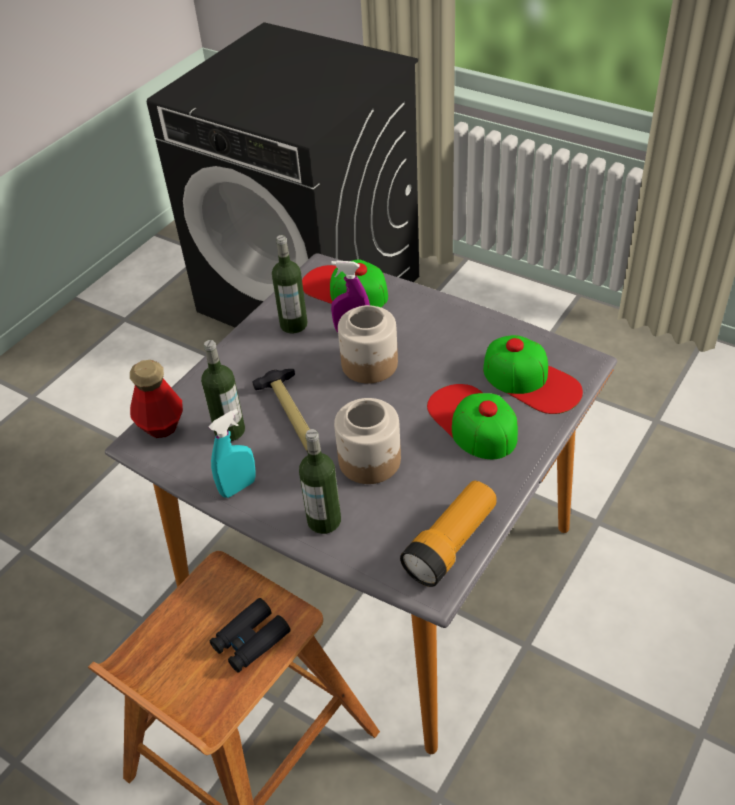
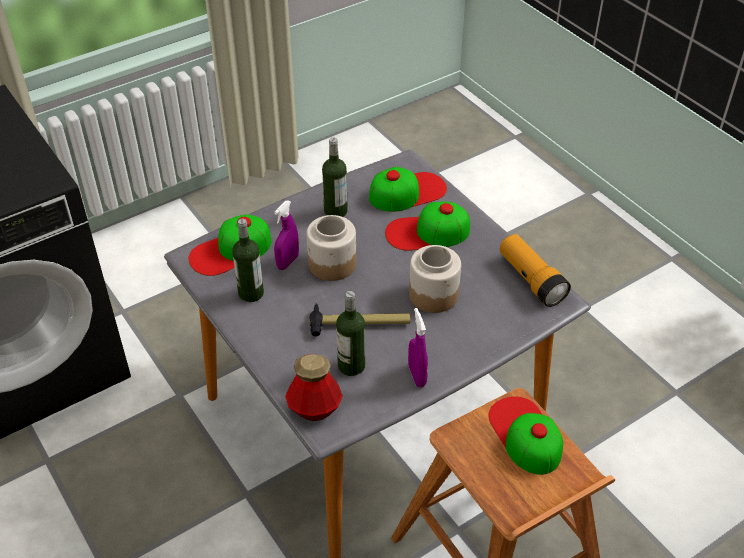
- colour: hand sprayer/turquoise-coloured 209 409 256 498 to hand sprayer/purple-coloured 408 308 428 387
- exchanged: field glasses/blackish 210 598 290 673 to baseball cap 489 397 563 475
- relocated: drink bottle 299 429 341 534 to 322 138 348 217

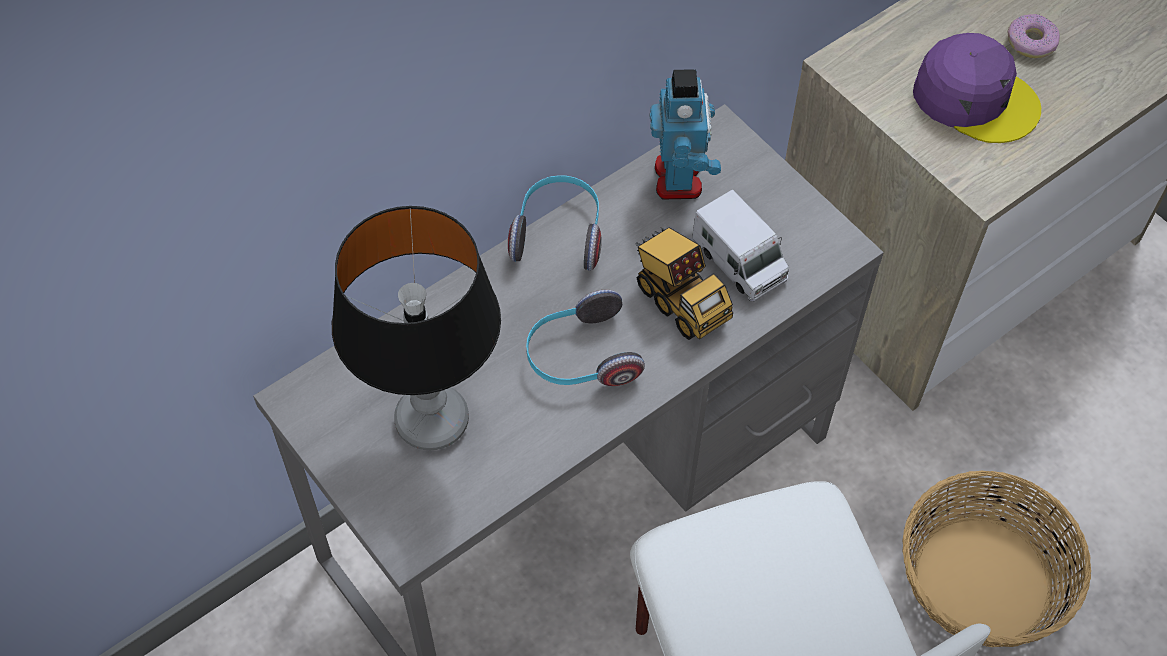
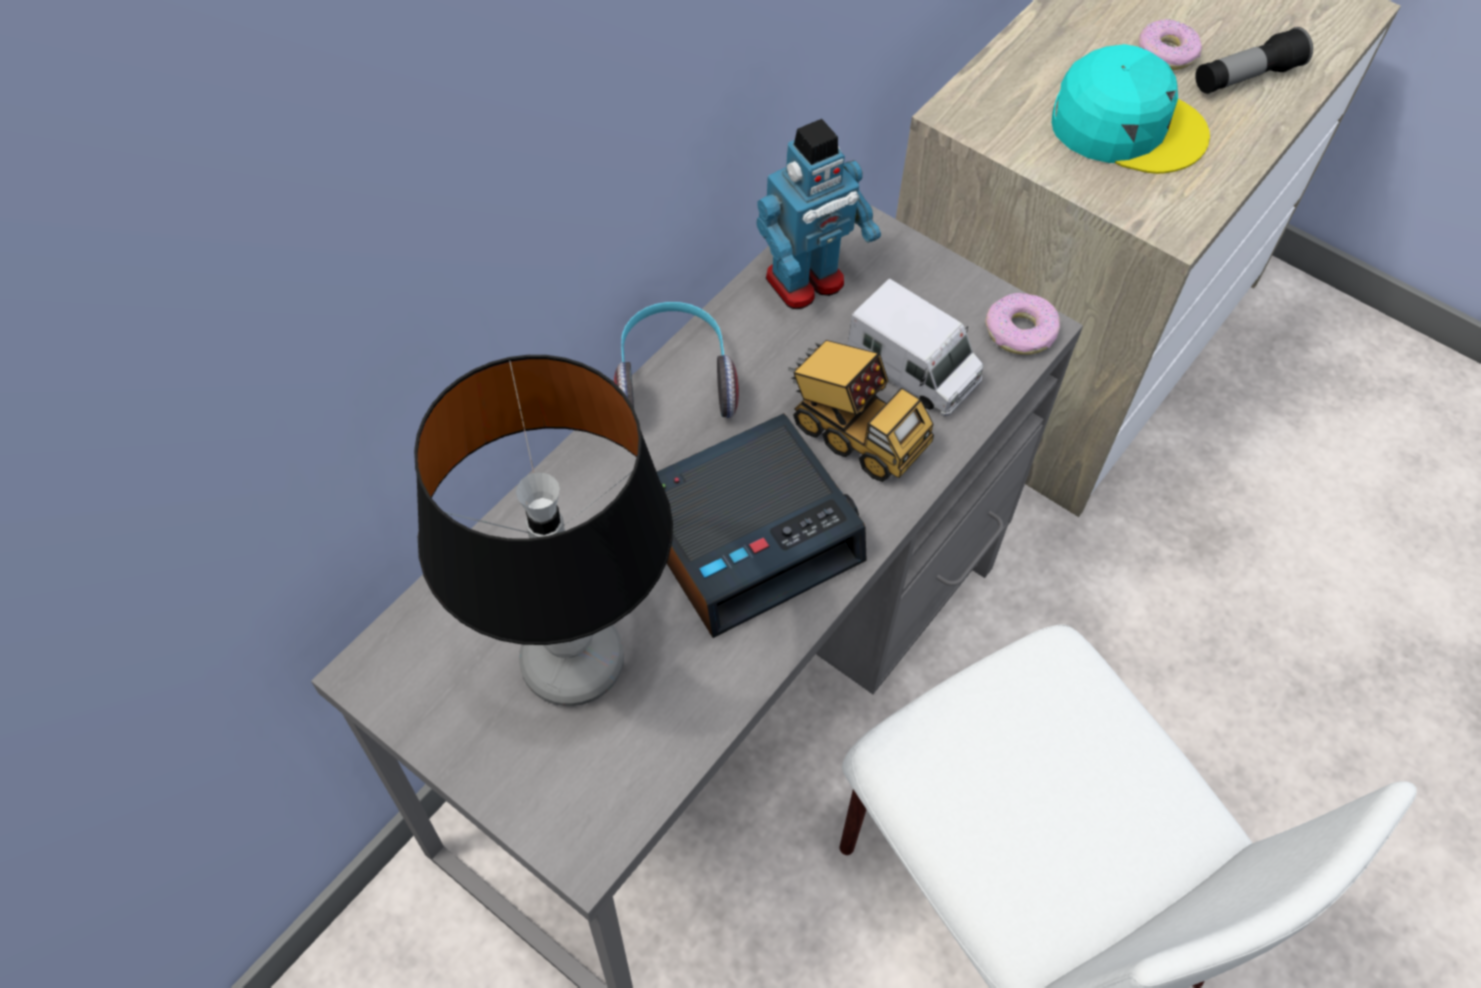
- exchanged: headphones 526 290 645 386 to bedside clock 657 413 867 638
- spun: model robot 650 69 721 200 = 756 119 881 309 75 degrees clockwise
- missing: basket 902 471 1091 647
- colour: baseball cap/purple-coloured 913 33 1041 143 to baseball cap/turquoise-coloured 1052 44 1210 174
- appeared: donut 985 292 1060 355
- appeared: hand torch 1195 27 1313 94

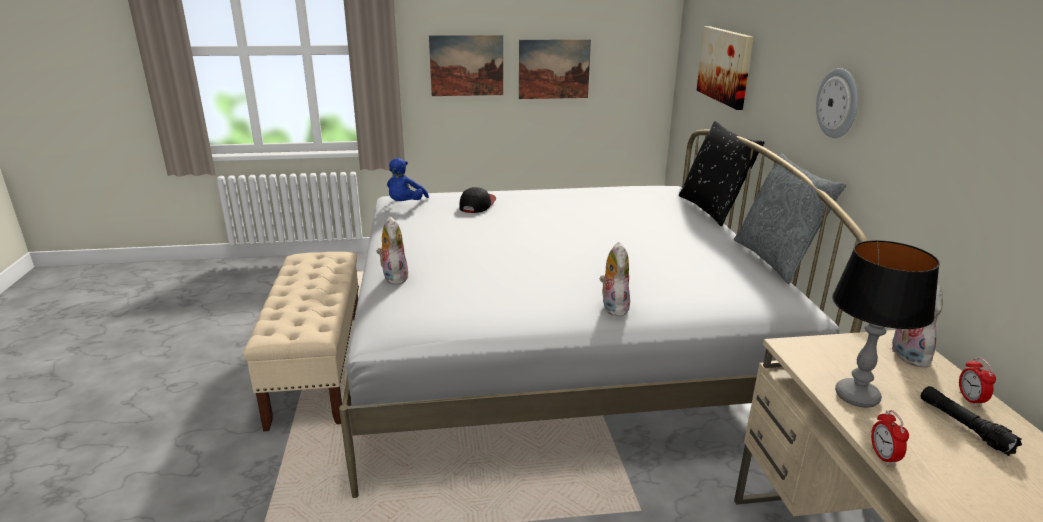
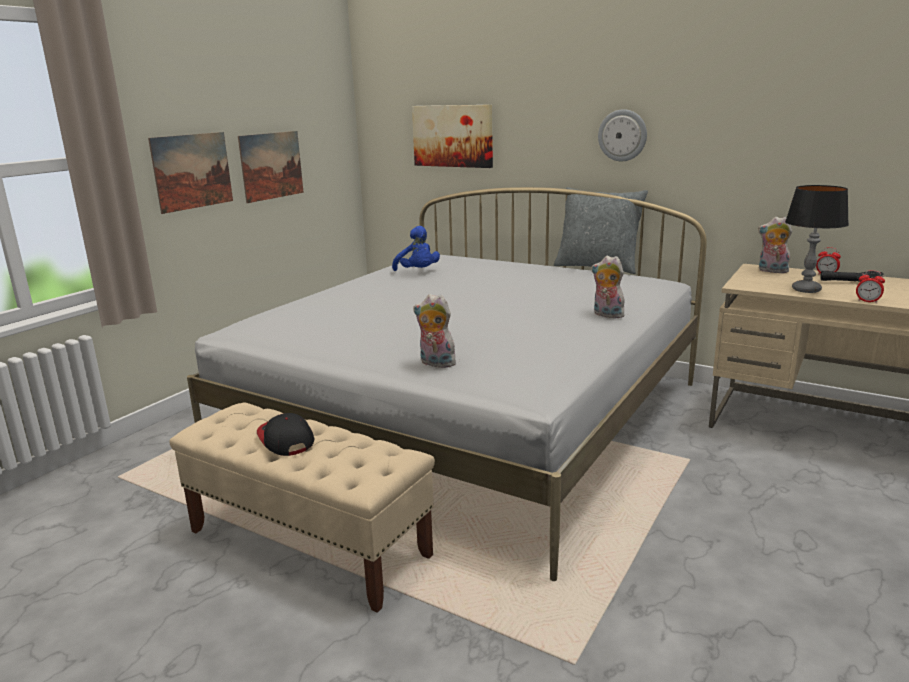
- relocated: plush toy/blue 387 158 429 201 to 392 226 440 271
- relocated: baseball cap 459 187 496 213 to 257 413 314 456
- missing: throw pillow/blackish 679 121 764 226

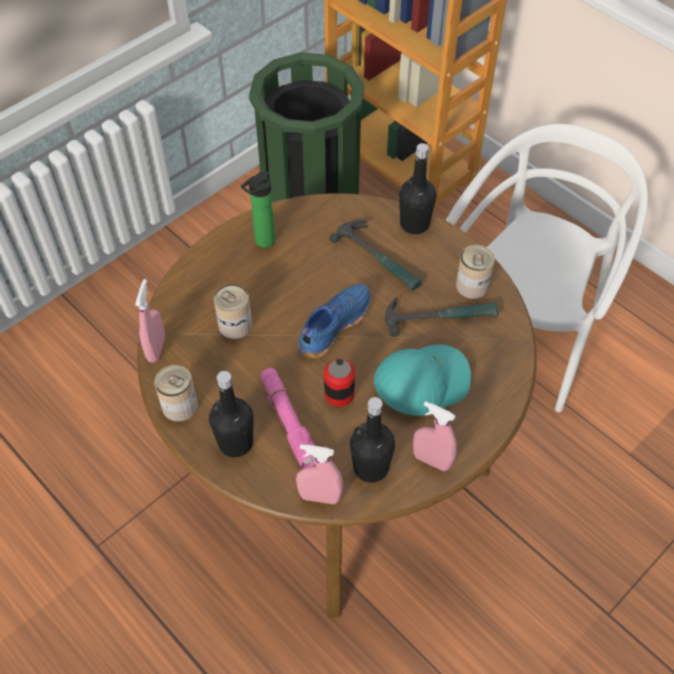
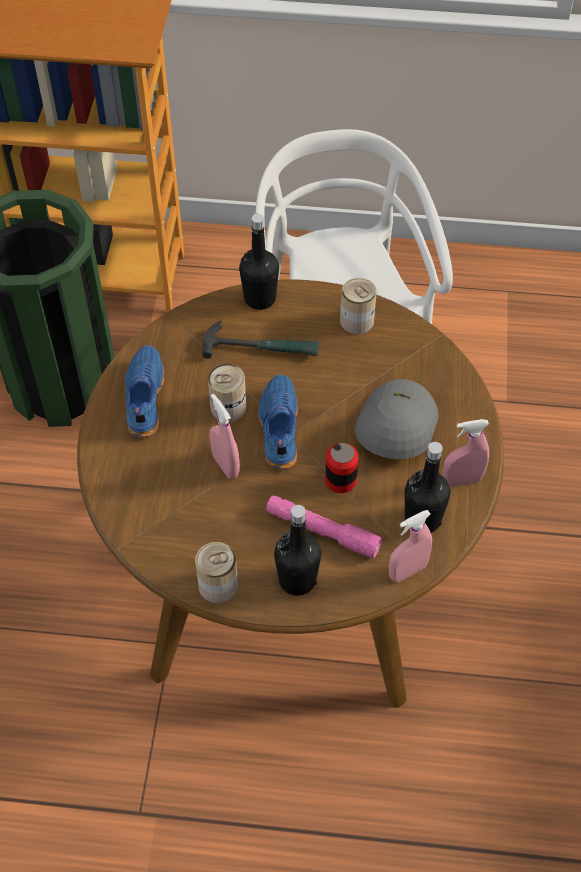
- relocated: hand sprayer/pink-coloured 135 279 165 363 to 210 394 240 479
- relocated: can 214 284 252 339 to 208 364 246 422
- exchanged: drink bottle 241 172 275 248 to low shoe/blue 125 345 164 437
- colour: baseball cap/turquoise-coloured 374 344 471 416 to baseball cap/gray 355 379 438 459
- missing: tool hammer 385 297 498 337

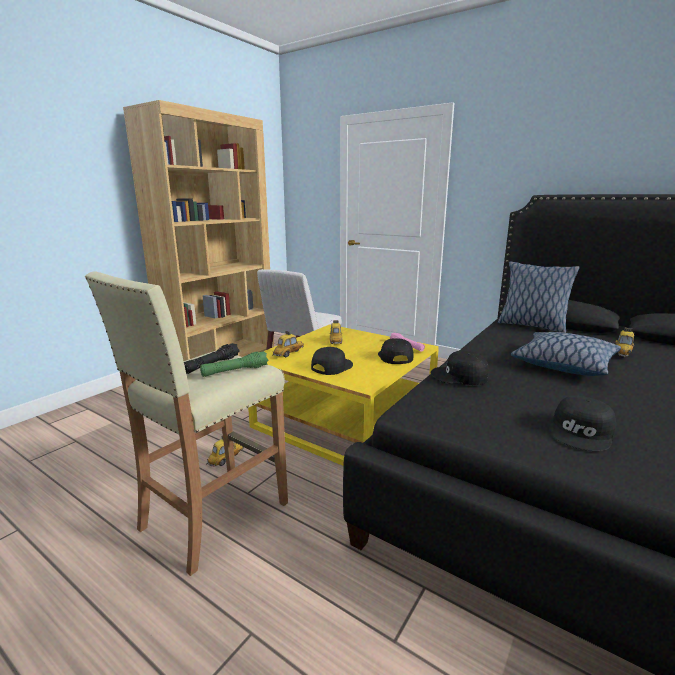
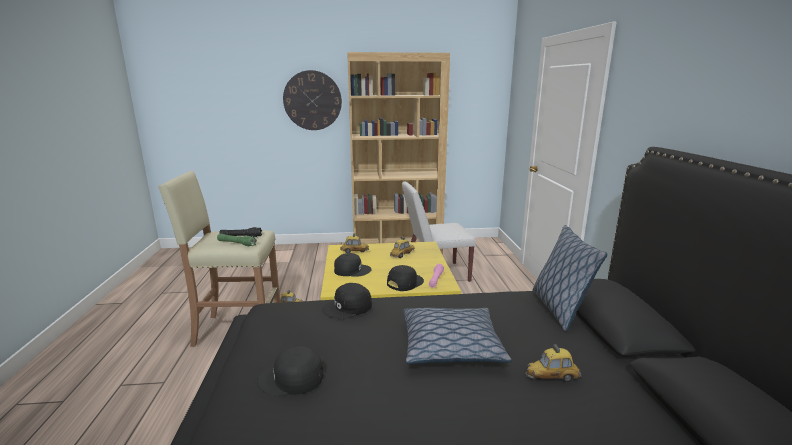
- spun: baseball cap/blackish 431 351 489 385 = 322 283 372 319 90 degrees counterclockwise
- appeared: hanging clock 283 70 342 130

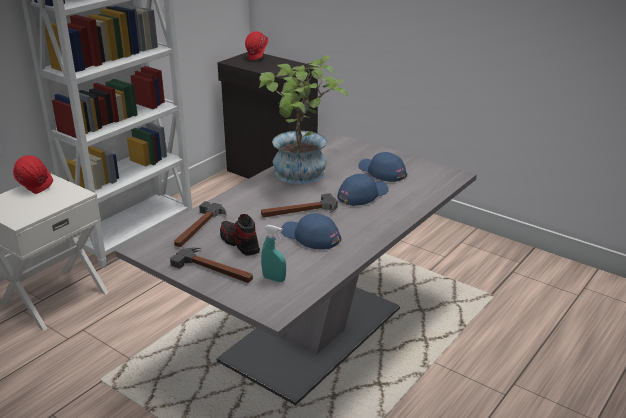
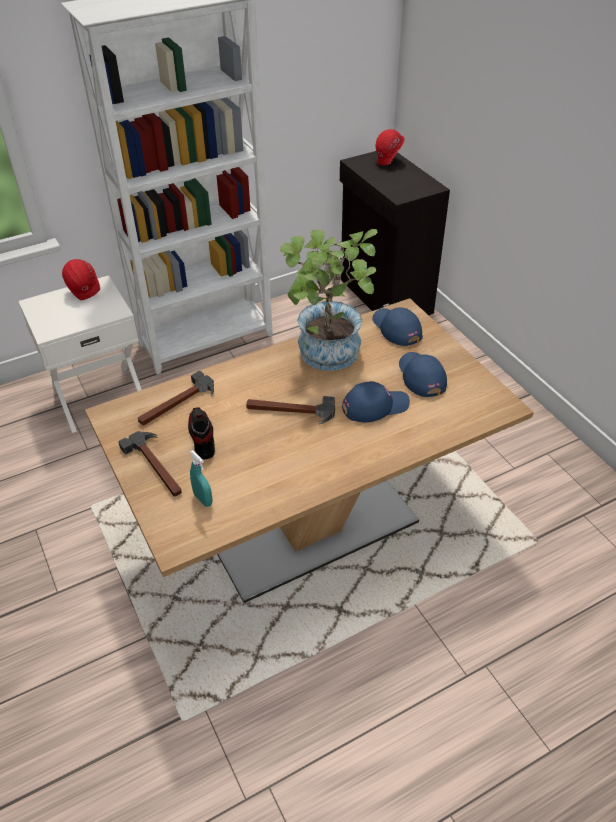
- colour: dining table/gray 115 133 477 405 to dining table/brown 85 298 534 603
- relocated: baseball cap/blue 281 213 341 249 to 372 307 423 346

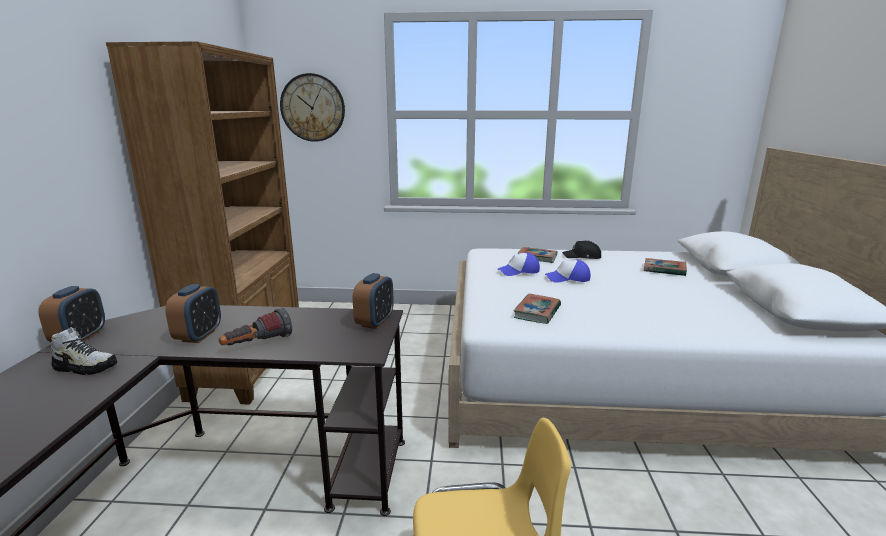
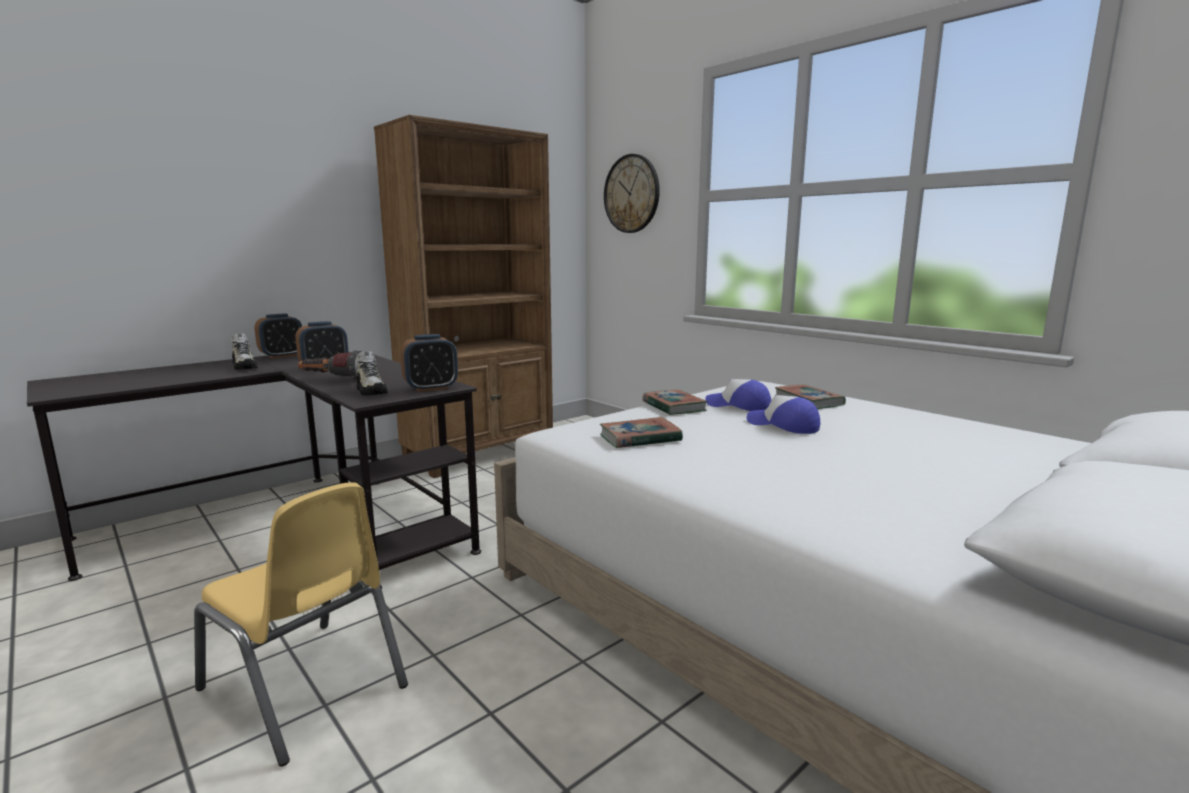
- missing: baseball cap/blackish 562 241 601 259
- relocated: bound book 644 258 687 276 to 642 390 708 415
- appeared: low shoe 356 351 388 396

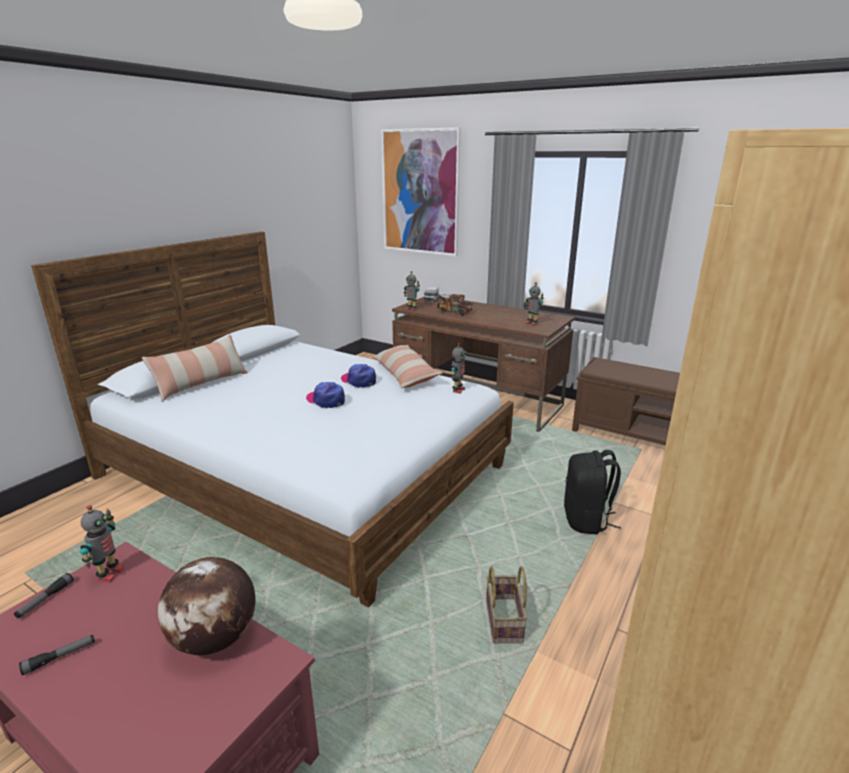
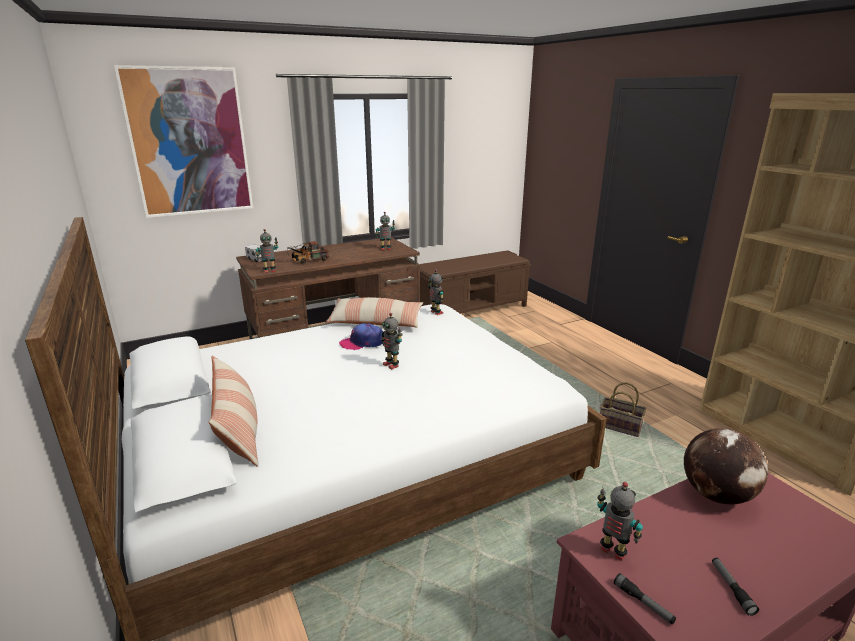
- exchanged: baseball cap 306 382 345 408 to model robot 381 313 403 370
- missing: backpack/blackish 564 450 621 534

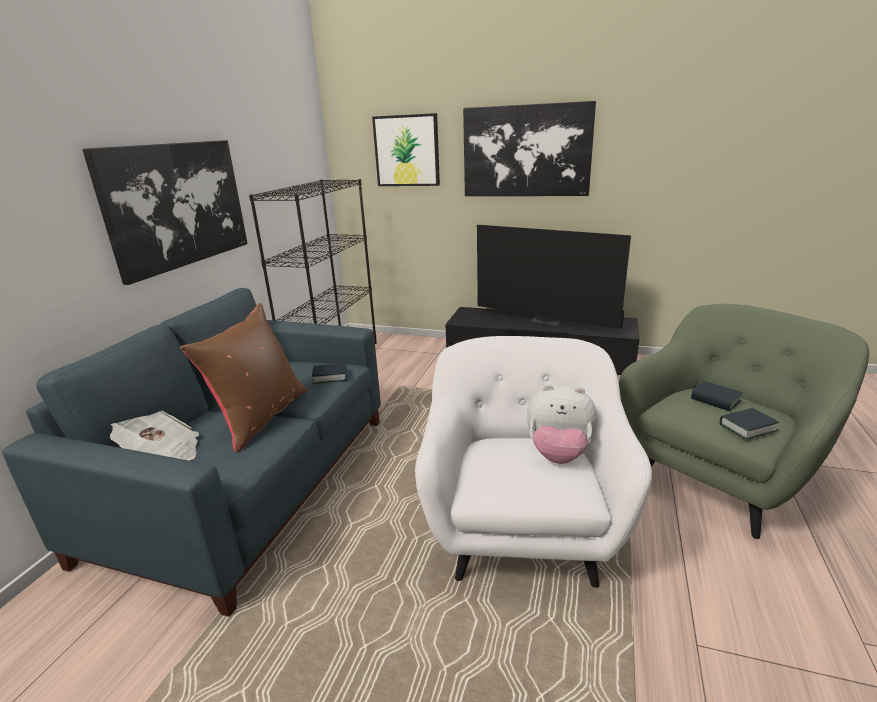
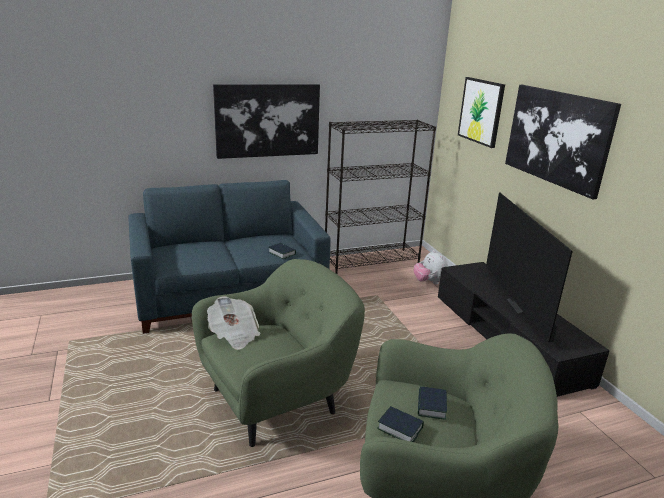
- relocated: newspaper 109 411 199 460 to 207 296 260 350
- missing: throw pillow/brown 180 303 307 453
- colour: lounge chair/whitish 415 336 652 588 to lounge chair/green 192 259 365 447
- relocated: plush toy 527 384 597 464 to 414 250 448 284

